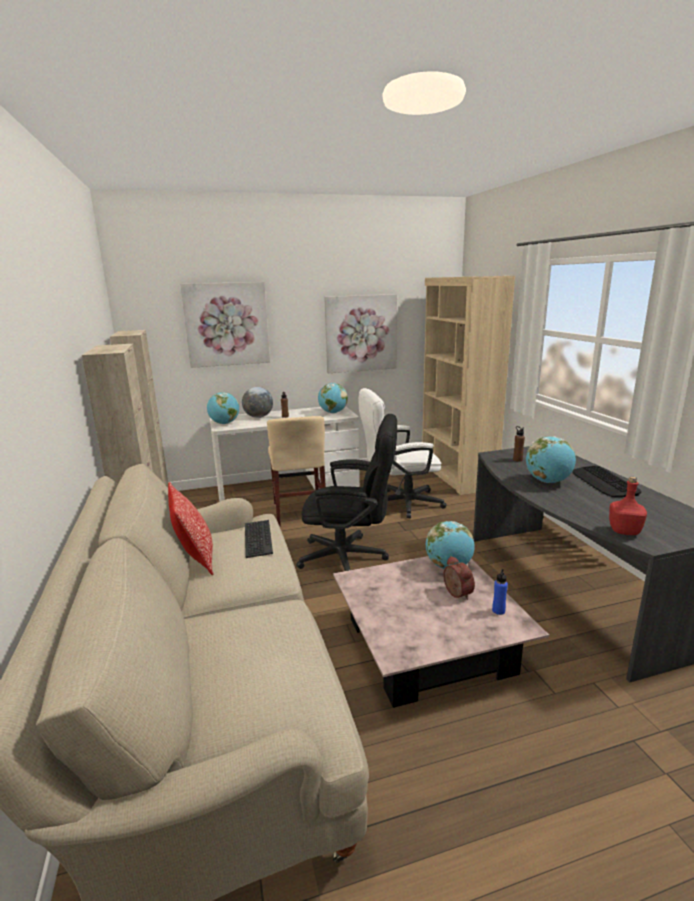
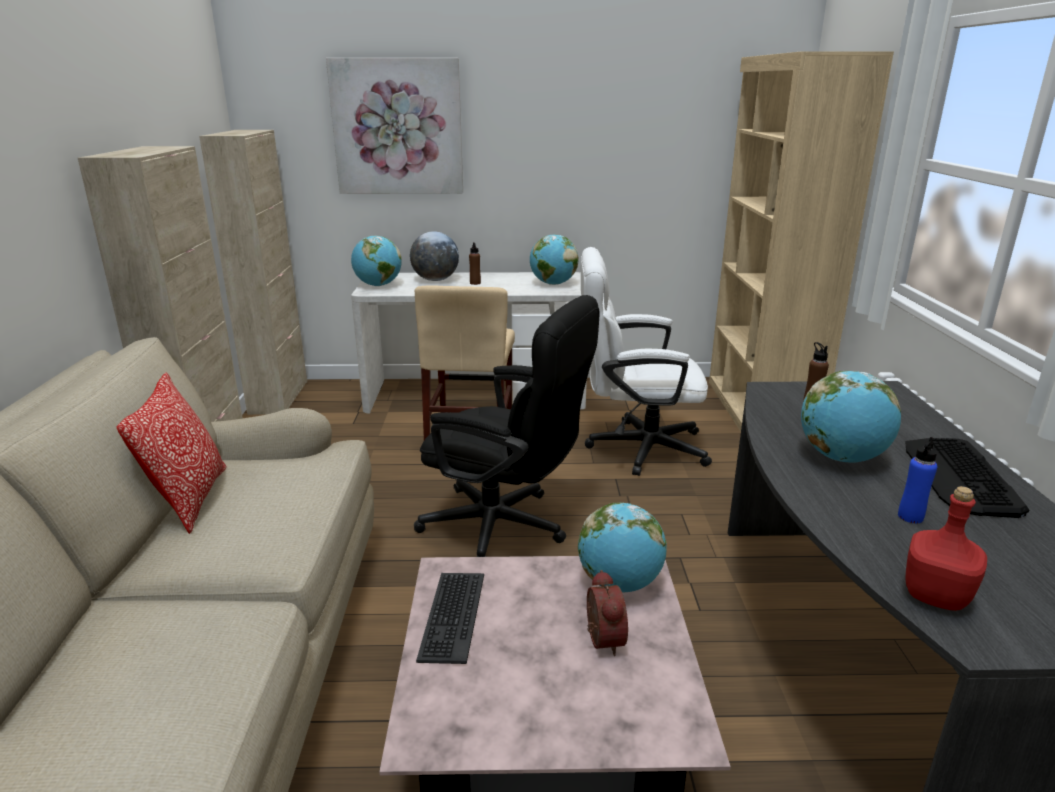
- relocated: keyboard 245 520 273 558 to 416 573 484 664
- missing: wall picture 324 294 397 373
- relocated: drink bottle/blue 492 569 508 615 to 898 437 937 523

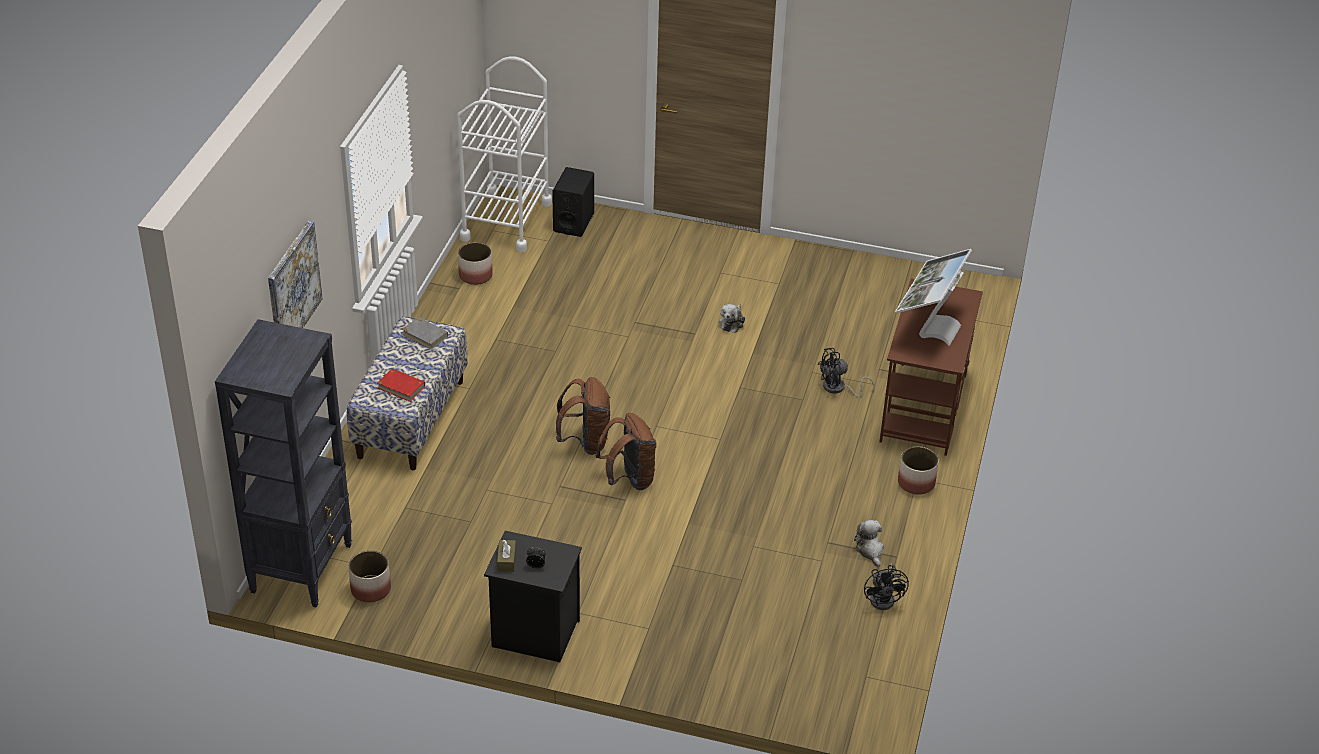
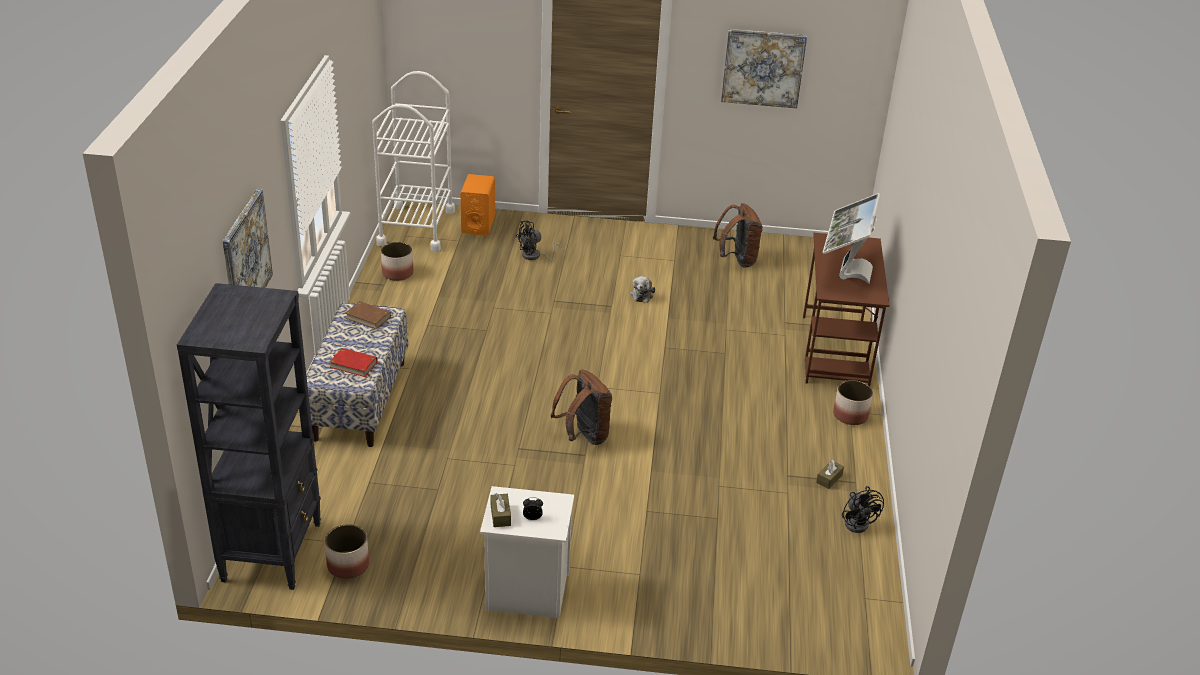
- colour: bound book/gray 402 317 448 350 to bound book/brown 345 301 391 330
- colour: night table/blackish 484 531 582 663 to night table/whitish 480 486 574 618
- colour: audio speaker/blackish 552 167 594 237 to audio speaker/orange 460 174 495 236
- relocated: backpack/brown 556 377 610 455 to 713 203 763 268
- relocated: cooling fan/blackish 818 348 875 397 to 516 220 566 261
- exchanged: plush toy 854 520 884 568 to box of tissues/brown 816 460 844 489
- appeared: wall picture 721 29 807 108

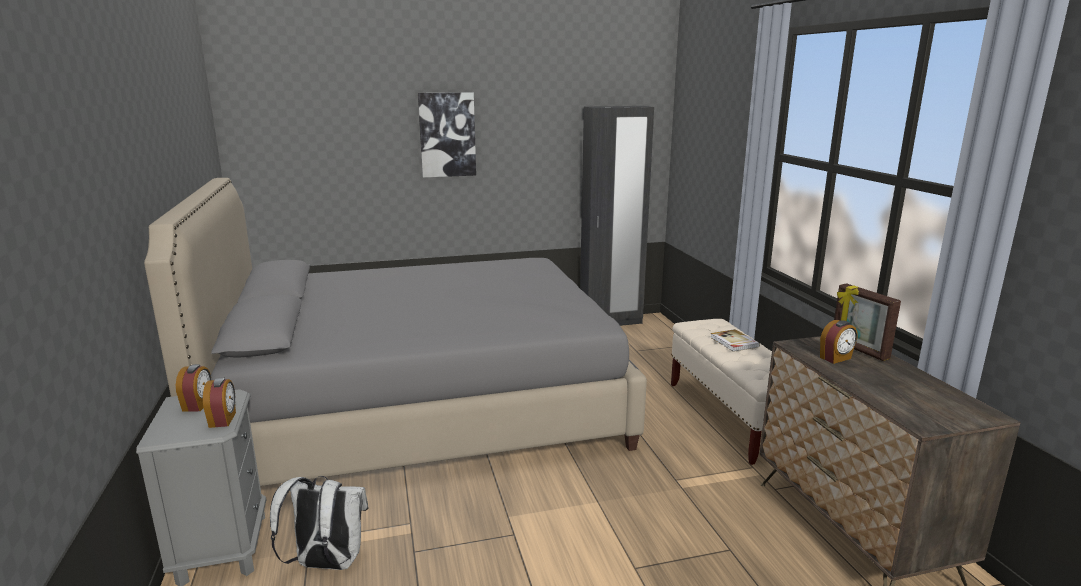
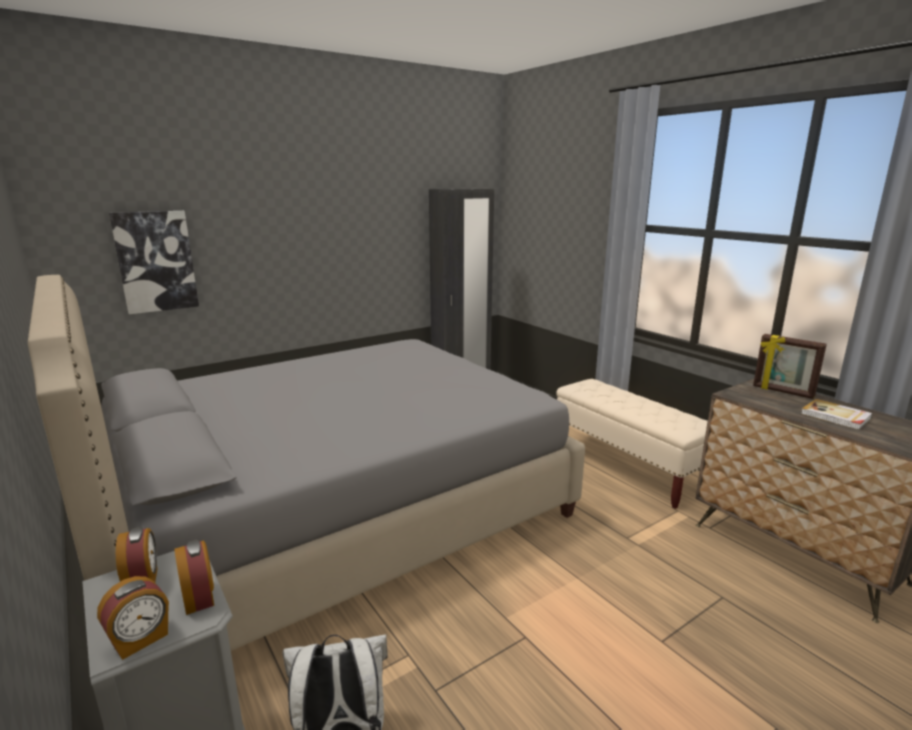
- relocated: wall picture 418 93 476 177 to 109 211 199 314
- relocated: bound book 710 329 760 352 to 801 399 872 430
- relocated: bedside clock 820 320 858 364 to 97 576 169 660

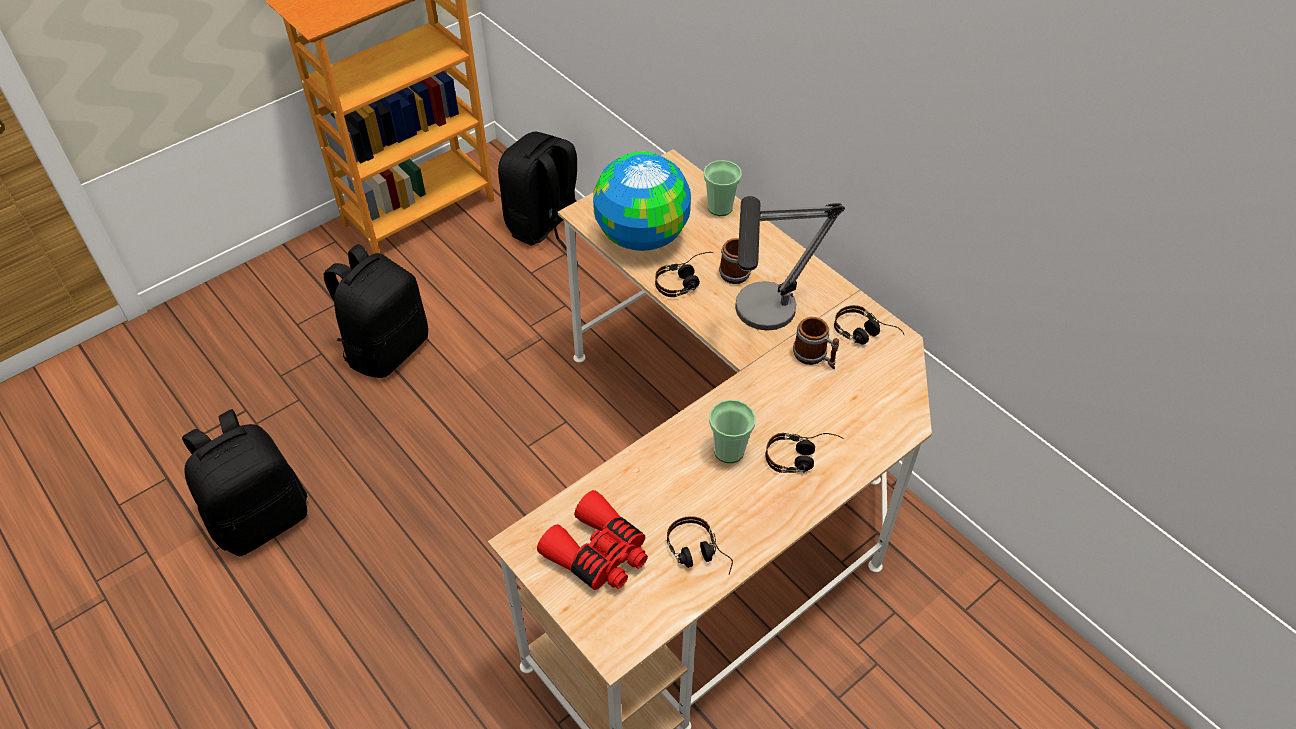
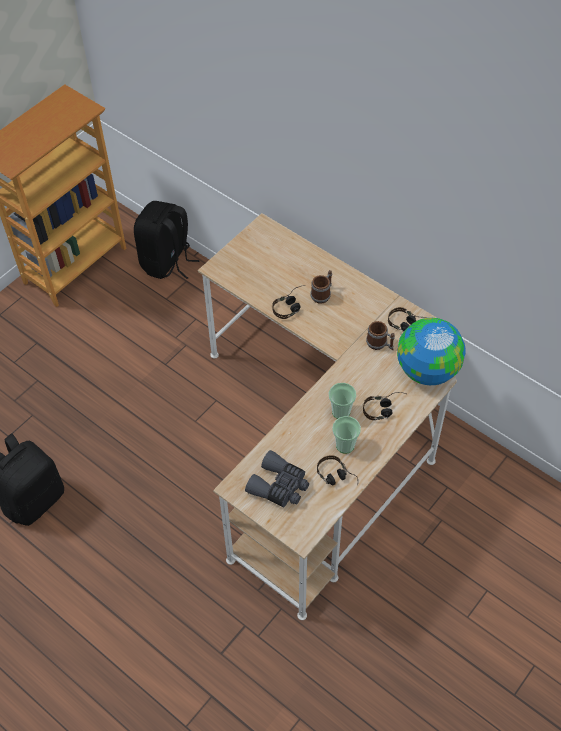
- missing: backpack/blackish 324 244 428 378
- colour: field glasses/reddish 537 490 648 590 to field glasses/gray 245 450 309 507
- relocated: globe 593 151 691 251 to 397 318 466 385
- relocated: small cup 704 160 742 216 to 332 416 361 454
- missing: lamp for a table 735 196 845 331

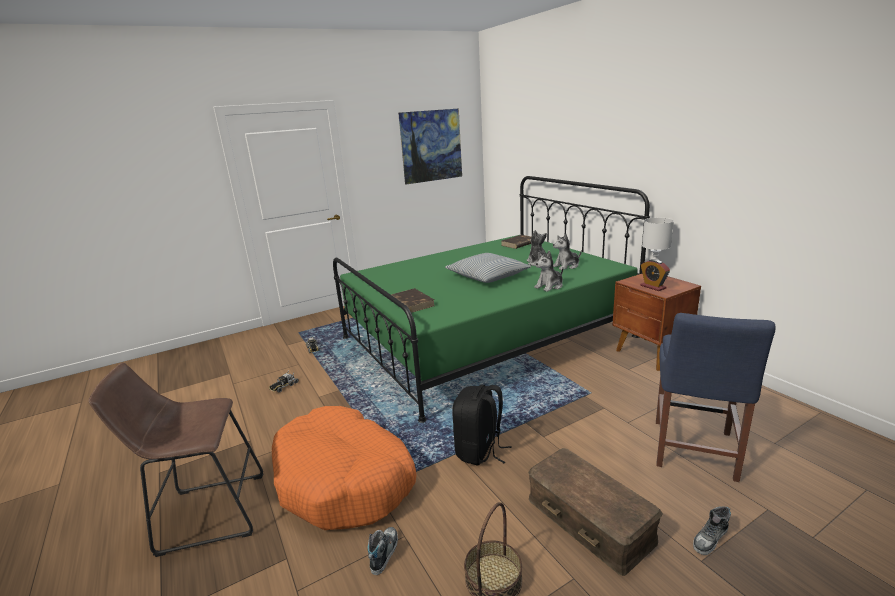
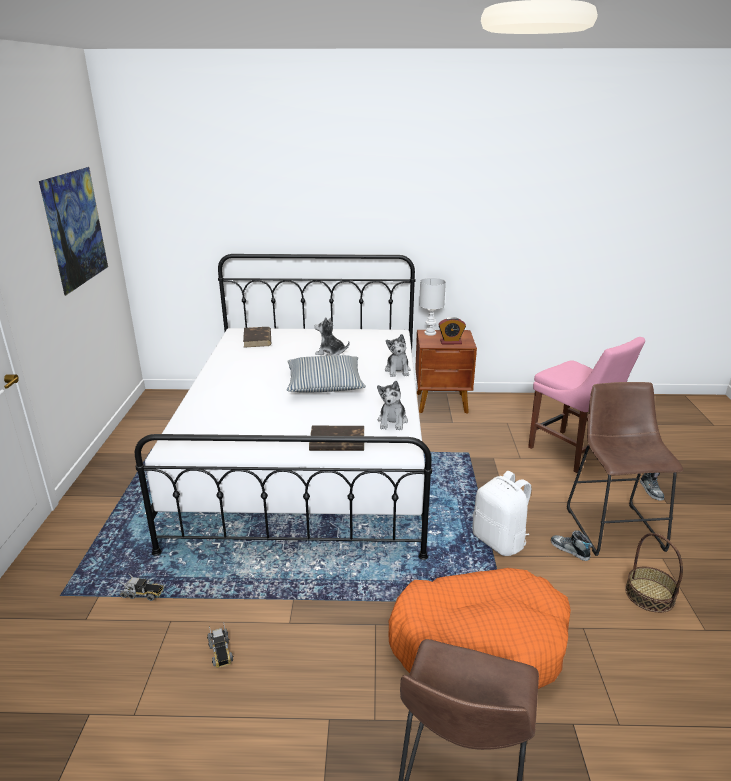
- colour: bed/green 333 176 650 423 to bed/whitish 135 254 432 560
- relocated: low shoe 367 527 398 575 to 551 530 592 561
- colour: backpack/blackish 452 385 512 466 to backpack/whitish 473 471 531 556
- exchanged: storage bin/brown 528 448 662 576 to stool/brown 567 382 683 556
- relocated: plush toy 553 233 582 270 to 377 381 408 430
- colour: upright chair/blue 656 313 776 482 to upright chair/pink-coloured 528 337 645 473

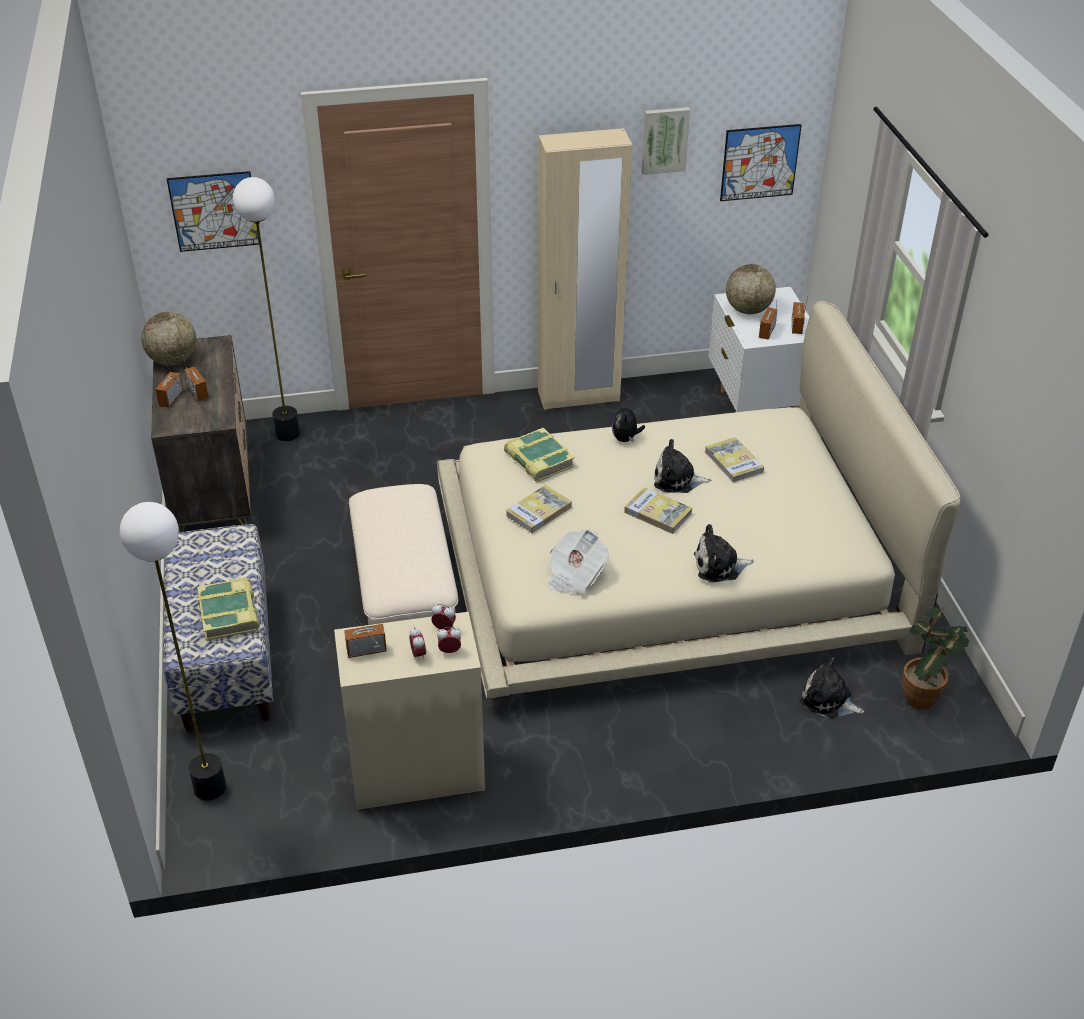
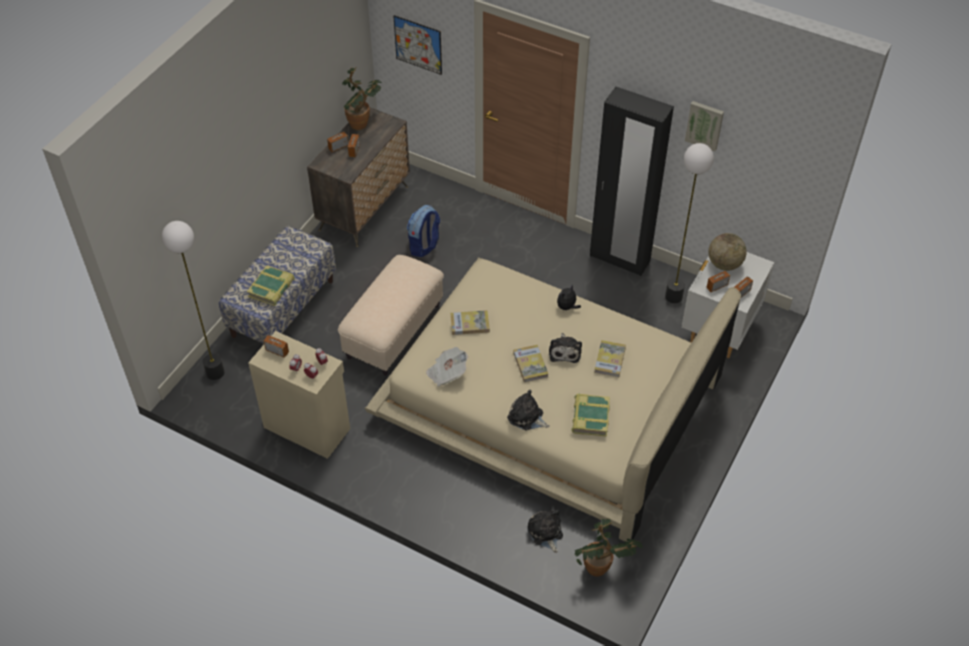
- exchanged: globe 141 312 196 366 to houseplant 342 67 382 130
- relocated: standing lamp 233 177 300 441 to 665 143 714 303
- relocated: bound book 504 428 575 482 to 572 394 610 437
- colour: armoire/beige-coloured 538 128 632 410 to armoire/blackish 590 87 674 276
- spun: plush toy 654 439 711 493 = 549 333 582 363 135 degrees counterclockwise
- missing: wall picture 720 124 802 201
- appeared: backpack 407 205 440 257

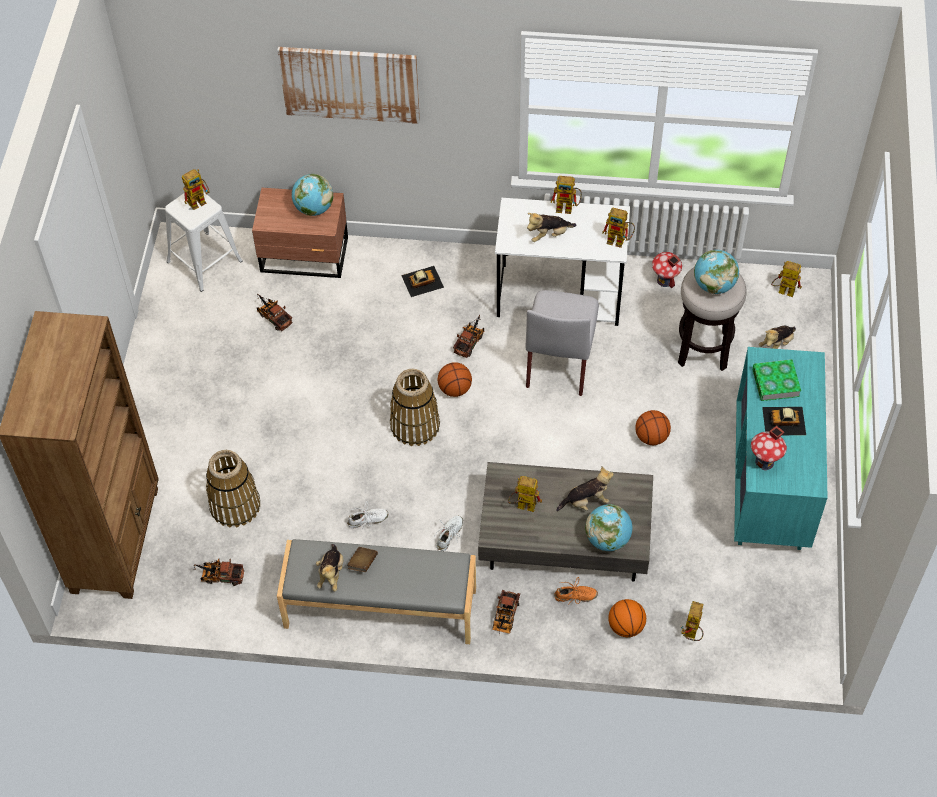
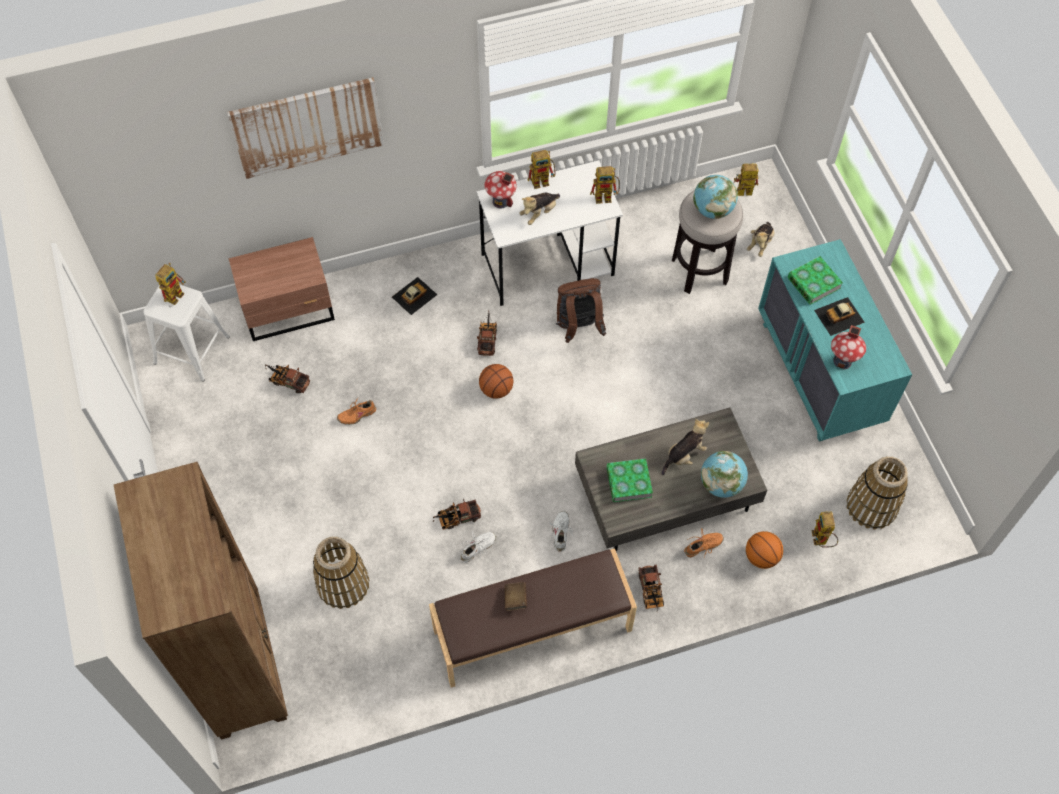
- relocated: model truck 194 558 244 586 to 432 498 481 530
- colour: bench/gray 277 539 476 644 to bench/brown 429 548 637 688
- missing: globe 292 174 333 216
- missing: plush toy 316 544 343 592
- relocated: basket 390 369 440 446 to 846 456 908 530
- exchanged: model robot 508 476 542 512 to bound book 606 458 653 502
- exchanged: upright chair/gray 525 290 599 396 to backpack/brown 556 278 607 343
- missing: ball for basketball 635 410 671 445
- relocated: toy house 652 252 682 288 to 484 171 517 209
- appeared: low shoe/orange 337 397 376 425

